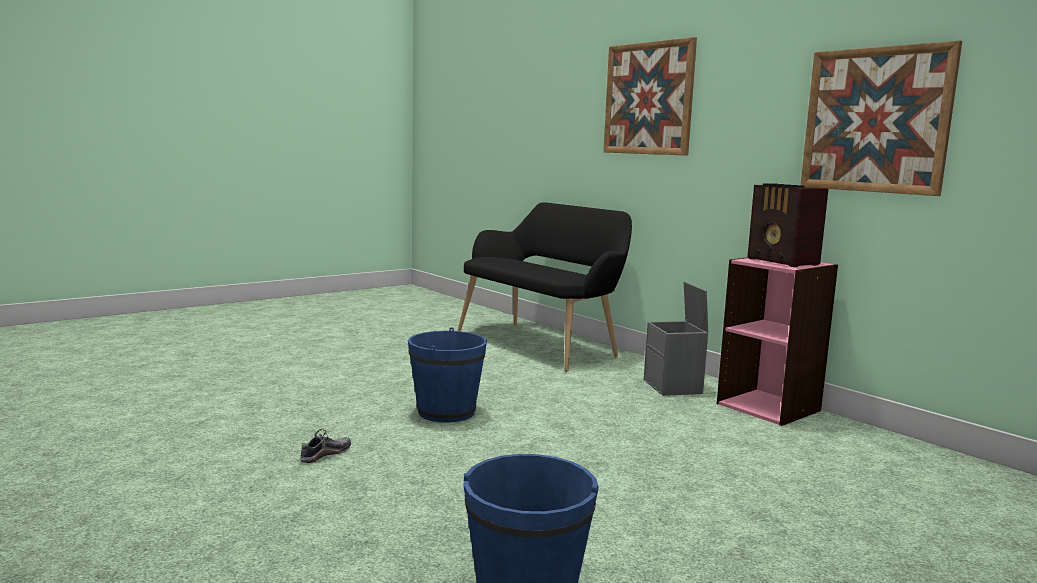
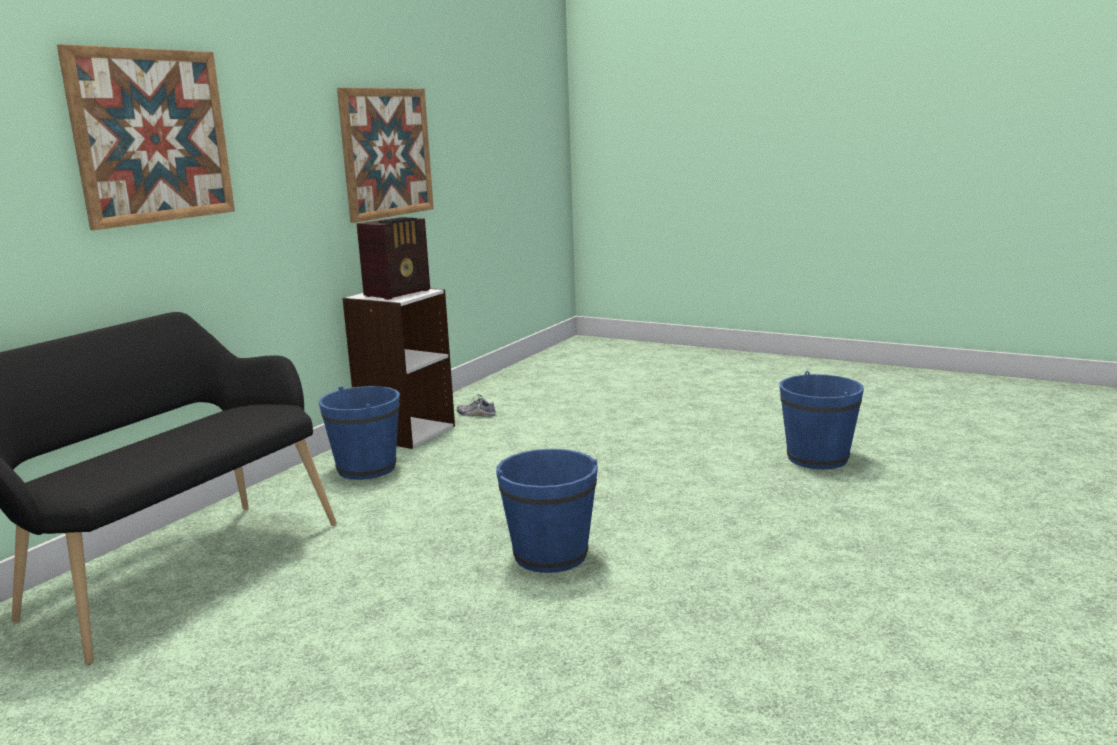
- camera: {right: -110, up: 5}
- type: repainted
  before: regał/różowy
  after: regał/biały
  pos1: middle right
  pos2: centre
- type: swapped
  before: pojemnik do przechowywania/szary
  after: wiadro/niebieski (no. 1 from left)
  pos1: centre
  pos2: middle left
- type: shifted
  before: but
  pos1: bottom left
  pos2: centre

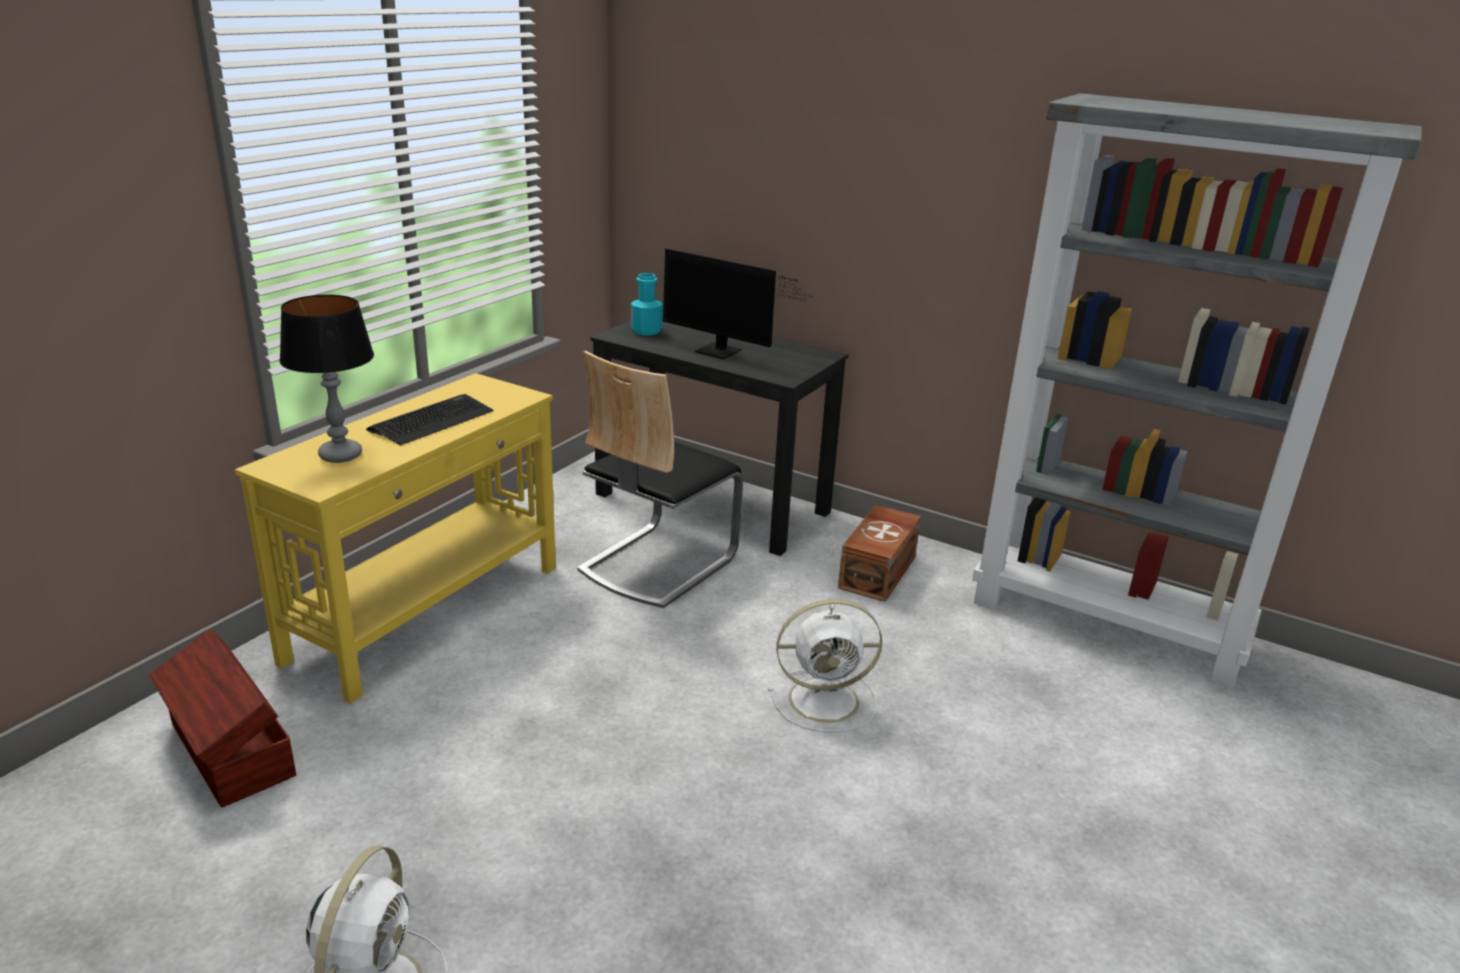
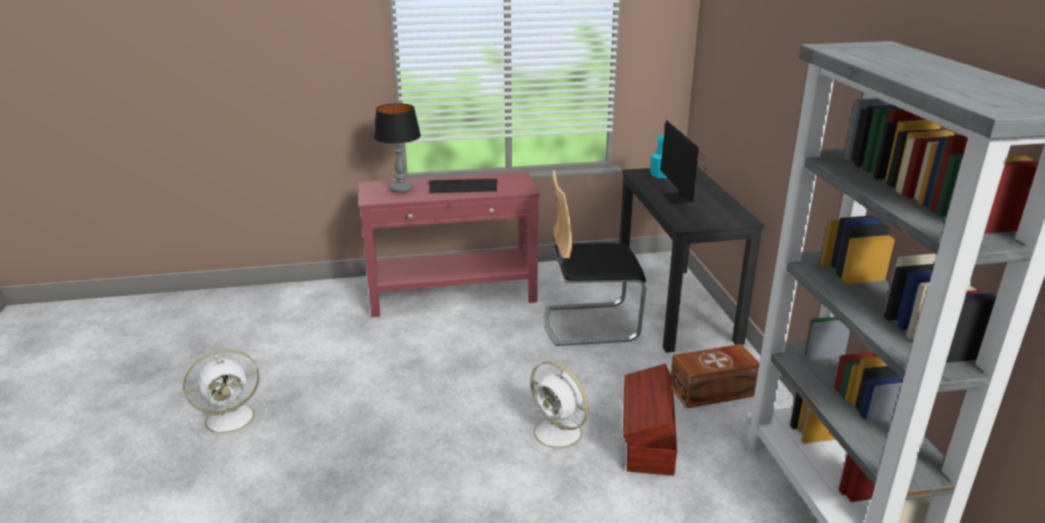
- camera: {right: 50, up: 0}
- type: repainted
  before: stolik konsolowy/żółty
  after: stolik konsolowy/czerwony
  pos1: middle left
  pos2: centre
- type: shifted
  before: pojemnik do przechowywania/brązowy (no. 1 from left)
  pos1: bottom left
  pos2: bottom centre

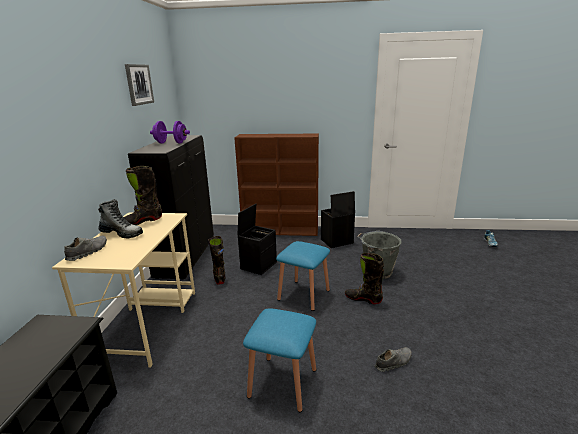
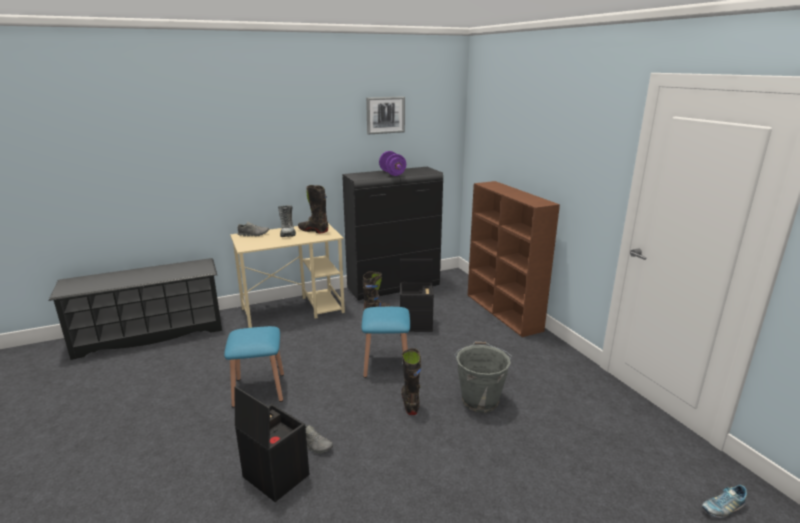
- camera: {right: 60, up: 0}
- type: shifted
  before: pojemnik do przechowywania/czarny (no. 2 from left in the first image)
  after: pojemnik do przechowywania/czarny (no. 1 from left)
  pos1: centre
  pos2: bottom centre

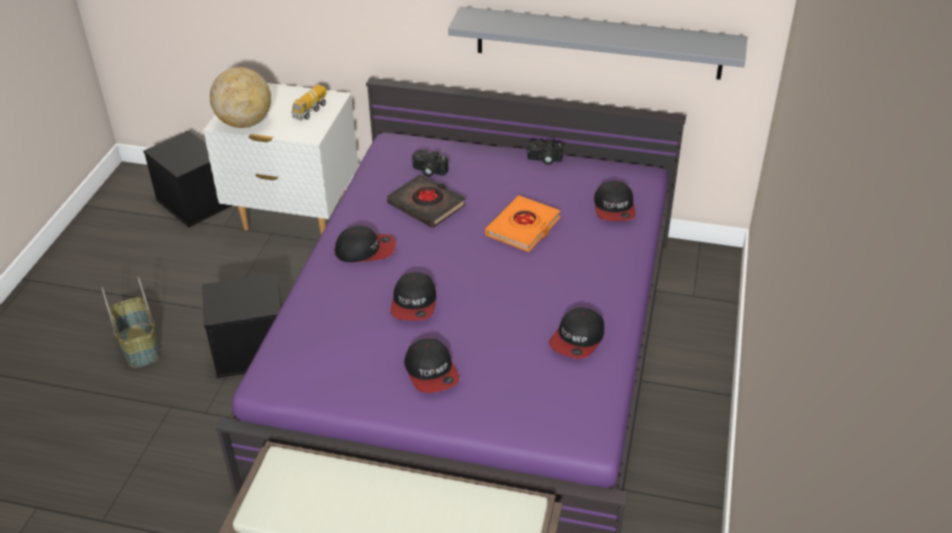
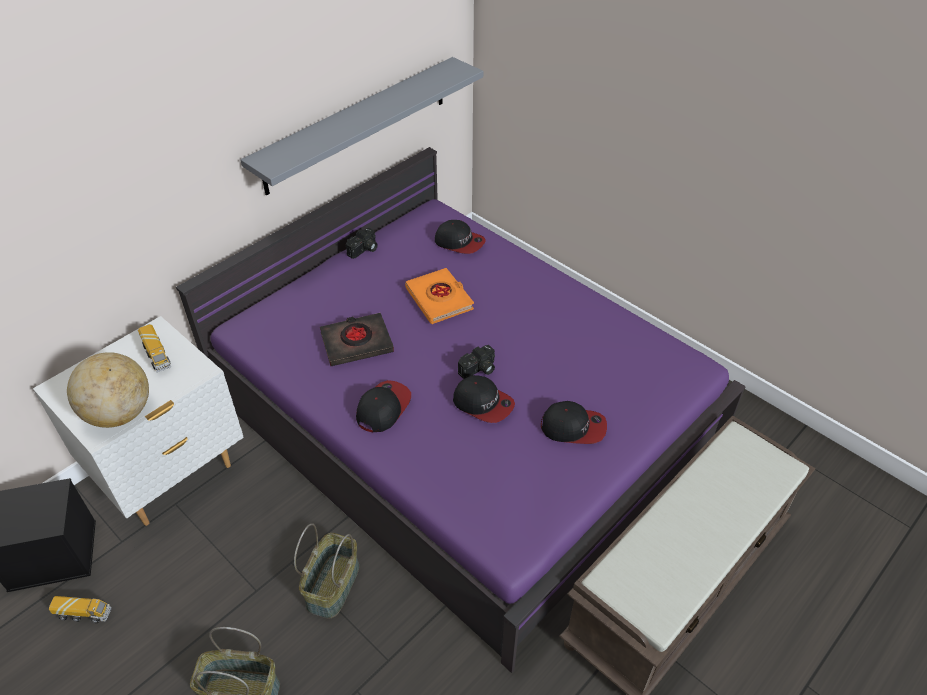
- camera: {right: -60, up: 5}
- type: shifted
  before: aparat fotograficzny (no. 1 from left in the first image)
  after: aparat fotograficzny (no. 2 from left)
  pos1: top centre
  pos2: centre
- type: swapped
  before: pojemnik do przechowywania/czarny (no. 2 from left)
  after: koszyk (no. 2 from left)
  pos1: middle left
  pos2: bottom centre
- type: gone
  before: czapka z daszkiem (no. 4 from left)
  pos1: centre
- type: new
  after: ciężarówka zabawkowa (no. 1 from left)
  pos2: bottom left

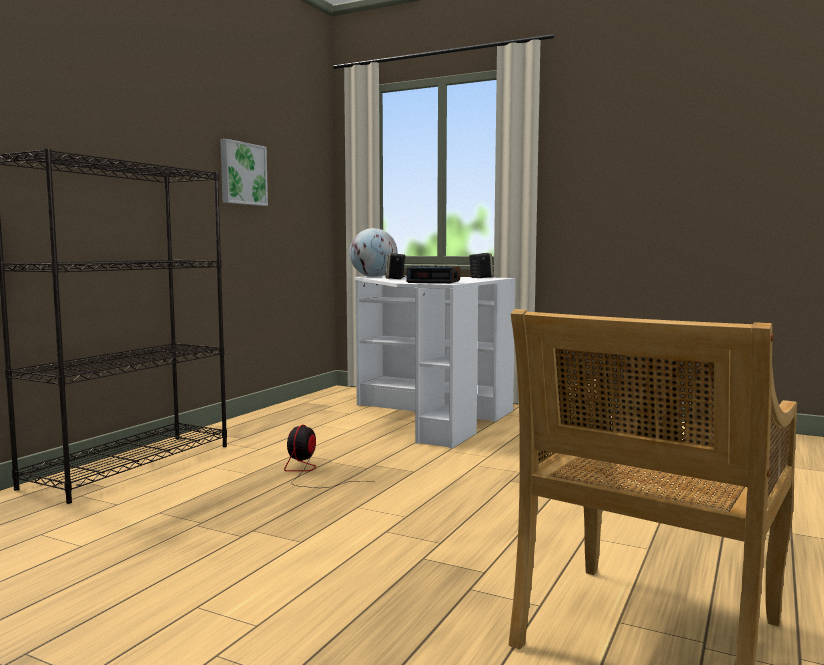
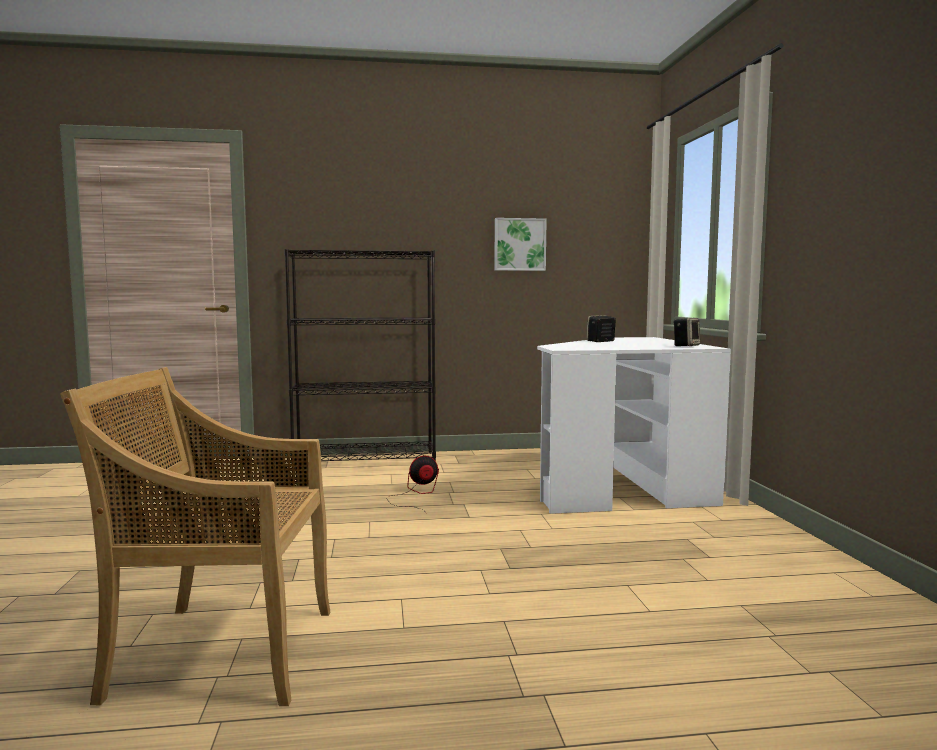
- camera: {right: 55, up: 0}
- type: gone
  before: globus
  pos1: centre
- type: gone
  before: budzik
  pos1: centre

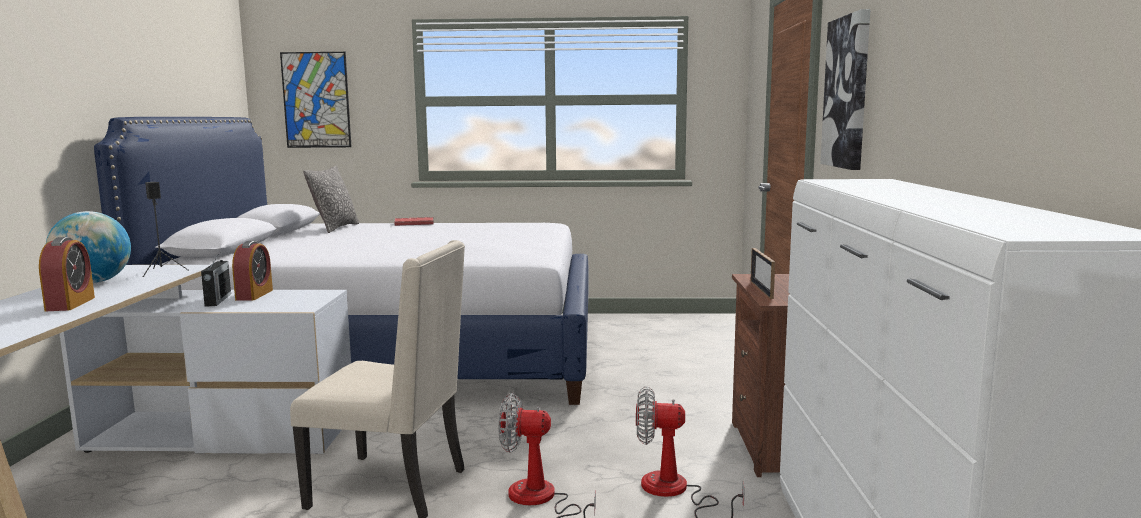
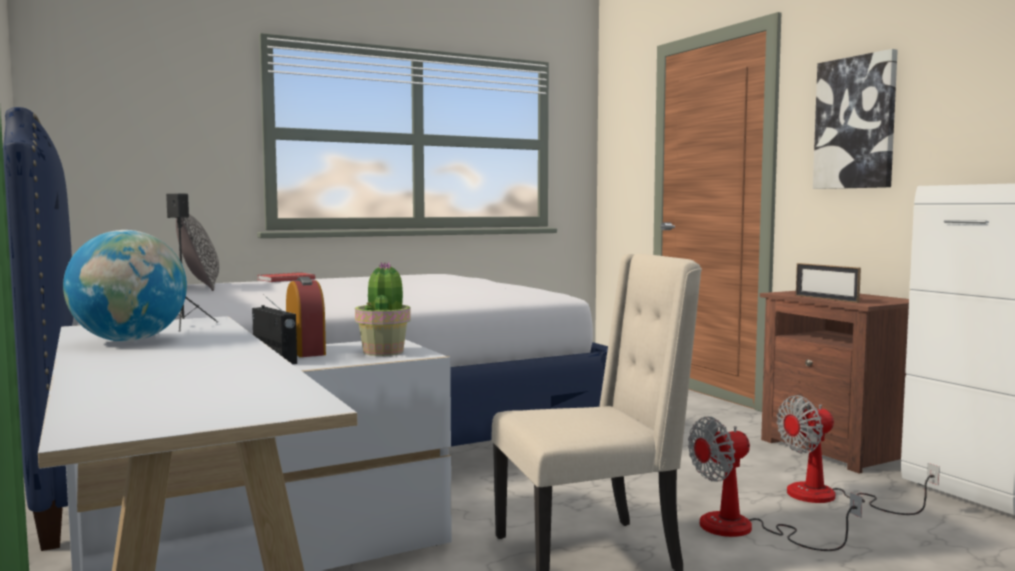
- camera: {right: -30, up: -5}
- type: gone
  before: obraz (no. 1 from left)
  pos1: top left
- type: gone
  before: budzik (no. 1 from left)
  pos1: middle left
- type: new
  after: roślina doniczkowa
  pos2: centre

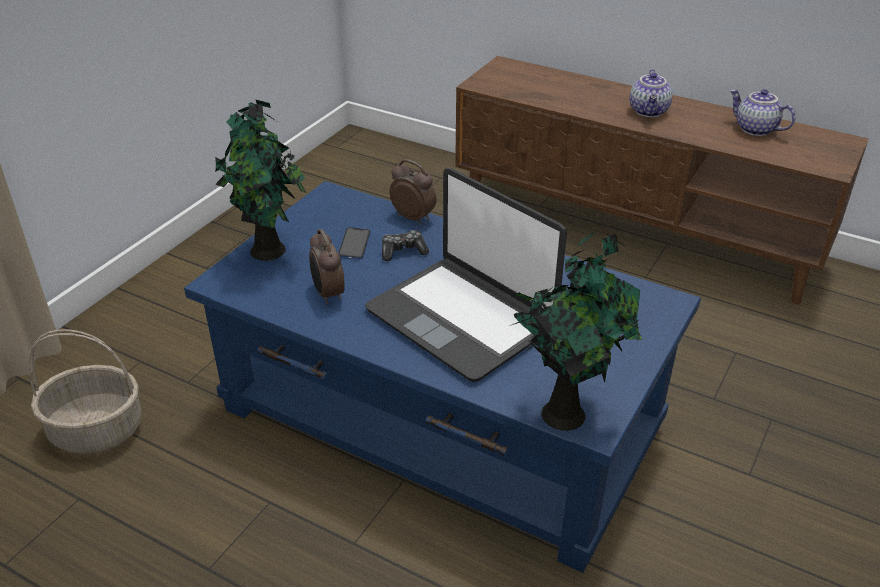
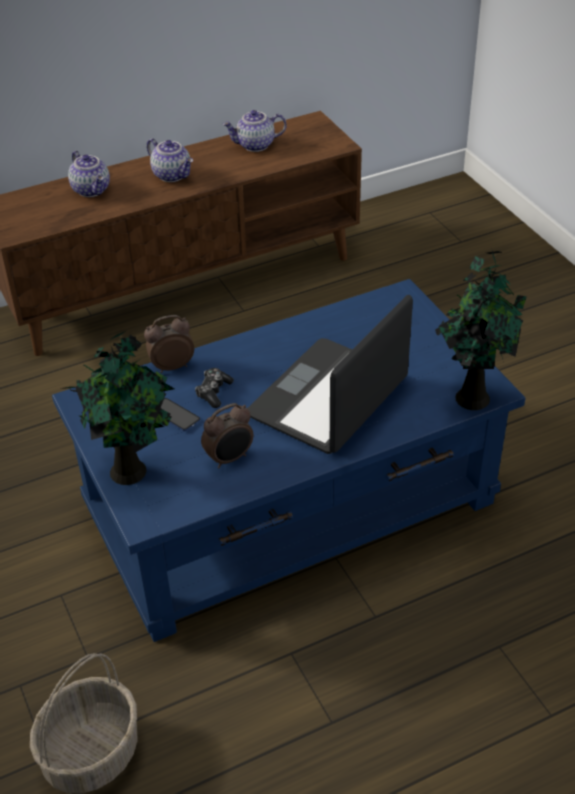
- camera: {right: -55, up: 5}
- type: rotated
  before: laptop
  pos1: centre
  pos2: centre
  turn: 135
- type: rotated
  before: budzik (no. 1 from left in the first image)
  pos1: centre
  pos2: centre
  turn: -45
- type: new
  after: imbryk (no. 1 from left)
  pos2: top left

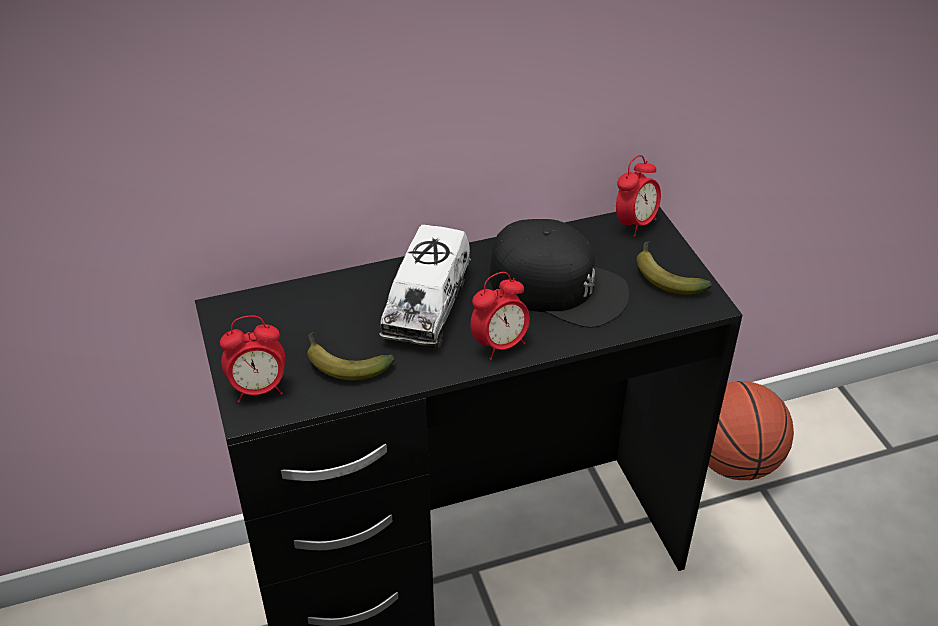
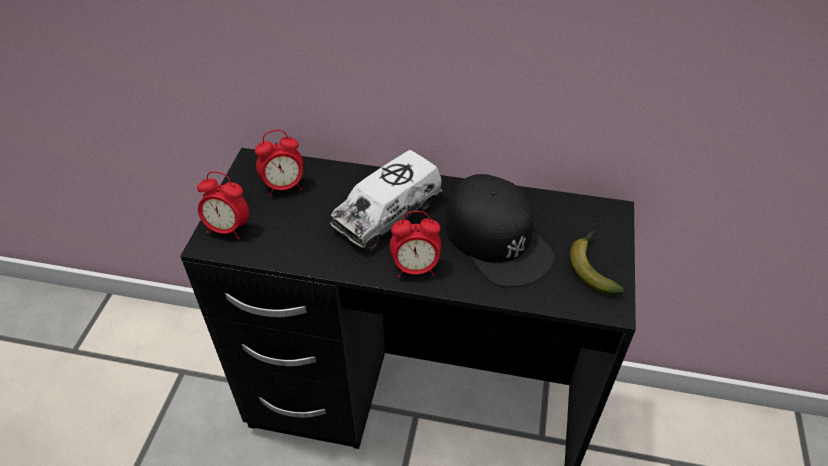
- camera: {right: 30, up: 5}
- type: shifted
  before: budzik (no. 3 from left in the first image)
  after: budzik (no. 2 from left)
  pos1: top right
  pos2: centre
- type: gone
  before: banan (no. 1 from left)
  pos1: centre
- type: gone
  before: piłka do koszykówki
  pos1: bottom right

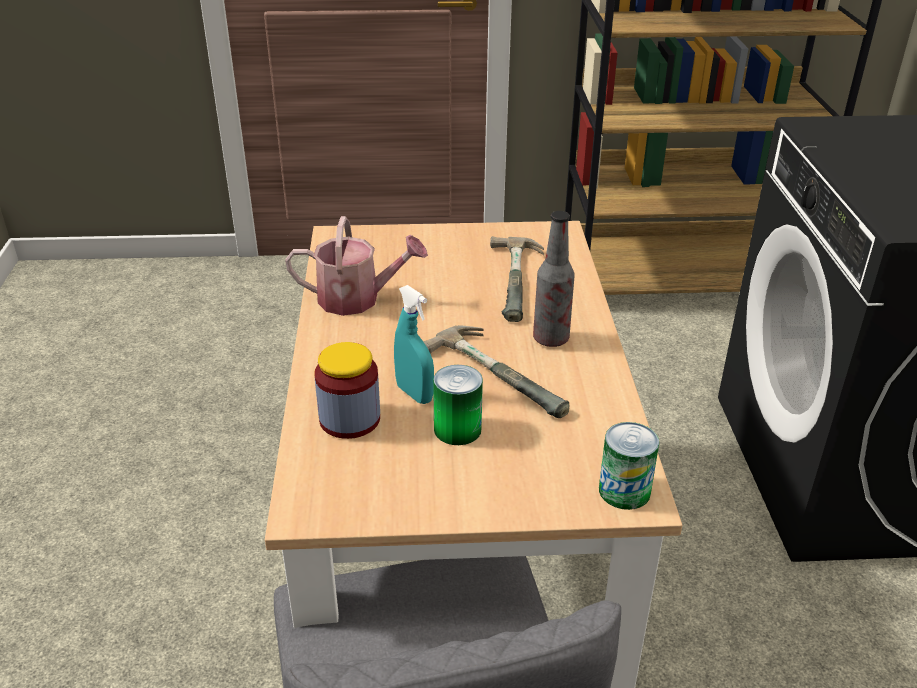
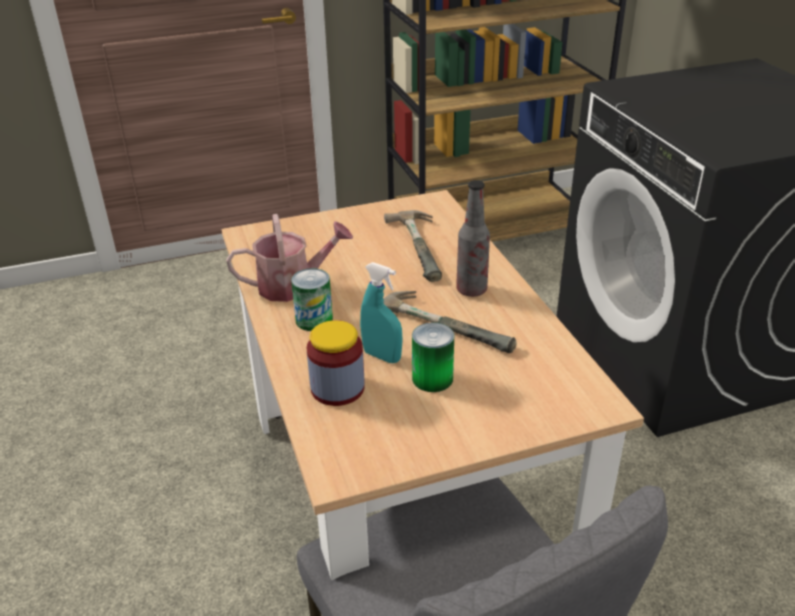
- camera: {right: -15, up: 0}
- type: shifted
  before: puszka (no. 2 from left in the first image)
  after: puszka (no. 1 from left)
  pos1: bottom right
  pos2: centre

